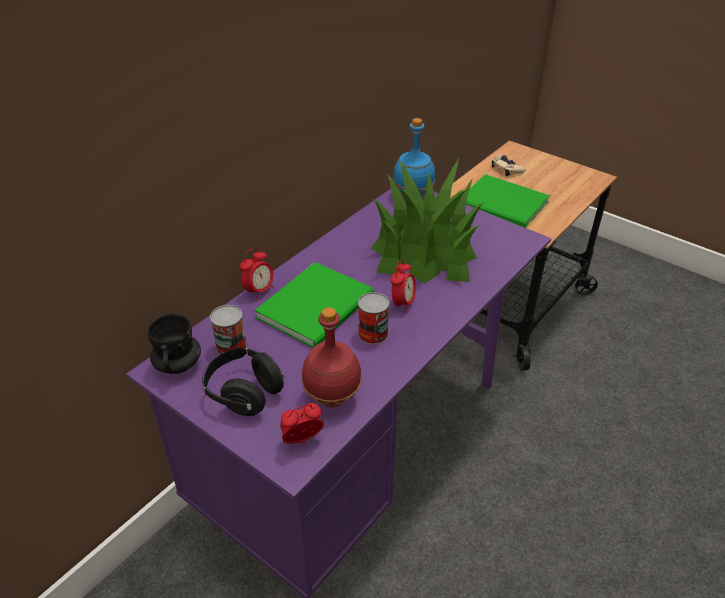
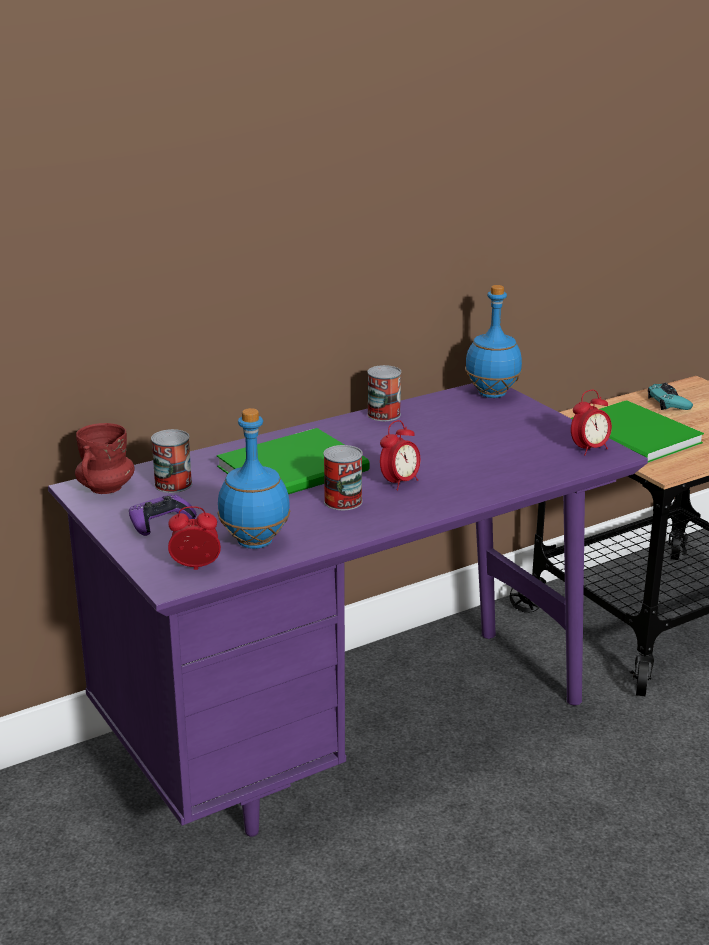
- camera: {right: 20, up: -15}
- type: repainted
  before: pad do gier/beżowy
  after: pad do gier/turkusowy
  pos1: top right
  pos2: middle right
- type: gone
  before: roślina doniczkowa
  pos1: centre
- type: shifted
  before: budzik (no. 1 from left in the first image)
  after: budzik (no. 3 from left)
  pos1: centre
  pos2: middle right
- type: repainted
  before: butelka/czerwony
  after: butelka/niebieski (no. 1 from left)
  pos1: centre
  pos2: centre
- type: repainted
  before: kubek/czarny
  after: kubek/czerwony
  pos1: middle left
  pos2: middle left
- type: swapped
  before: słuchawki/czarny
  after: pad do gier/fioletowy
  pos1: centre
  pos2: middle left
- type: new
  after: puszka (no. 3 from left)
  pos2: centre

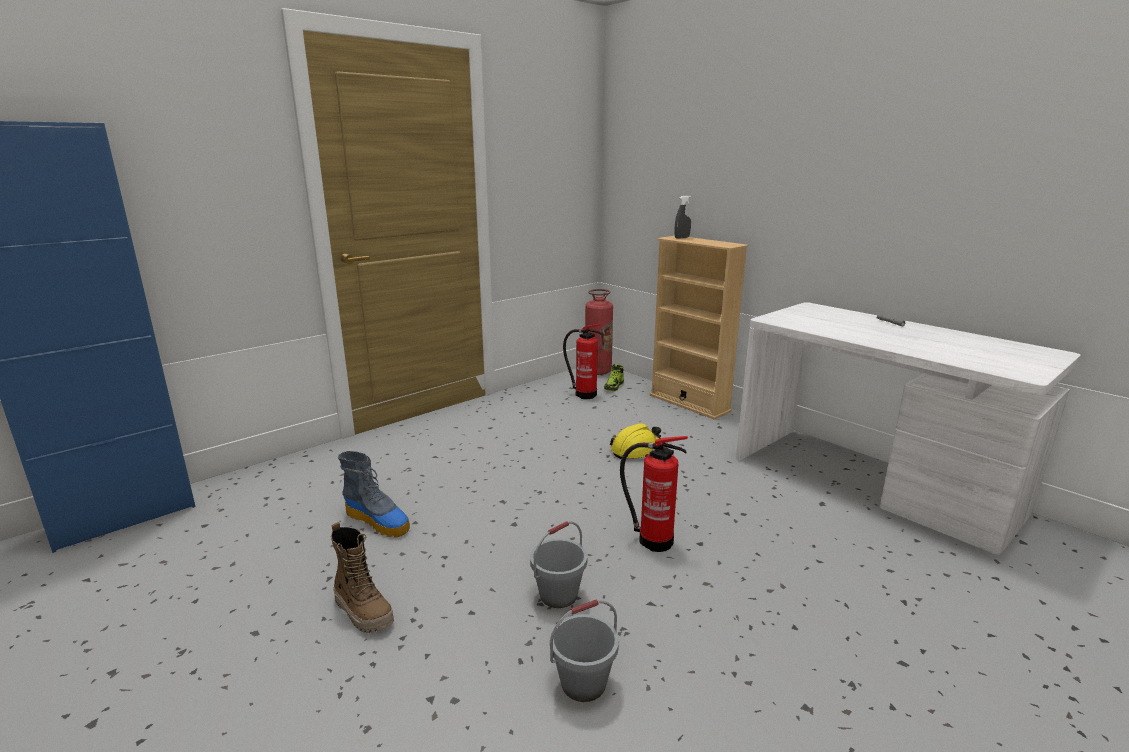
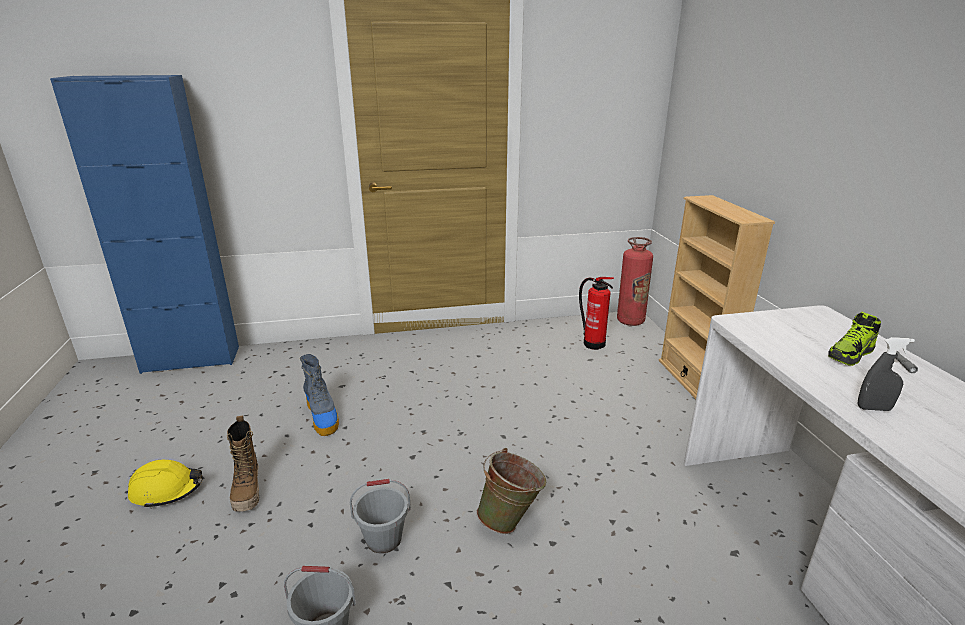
- camera: {right: 30, up: 5}
- type: shifted
  before: spryskiwacz/szary
  pos1: top centre
  pos2: middle right
- type: shifted
  before: but
  pos1: centre
  pos2: middle right
- type: shifted
  before: kask/żółty
  pos1: centre
  pos2: bottom left
- type: swapped
  before: gaśnica (no. 3 from left)
  after: wiadro/zielony
  pos1: centre
  pos2: bottom centre

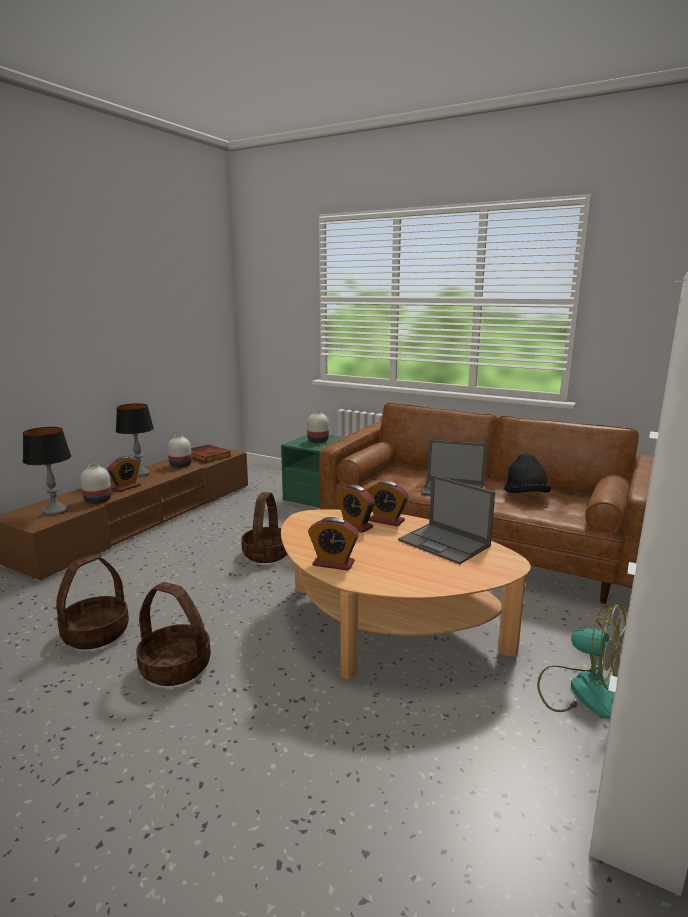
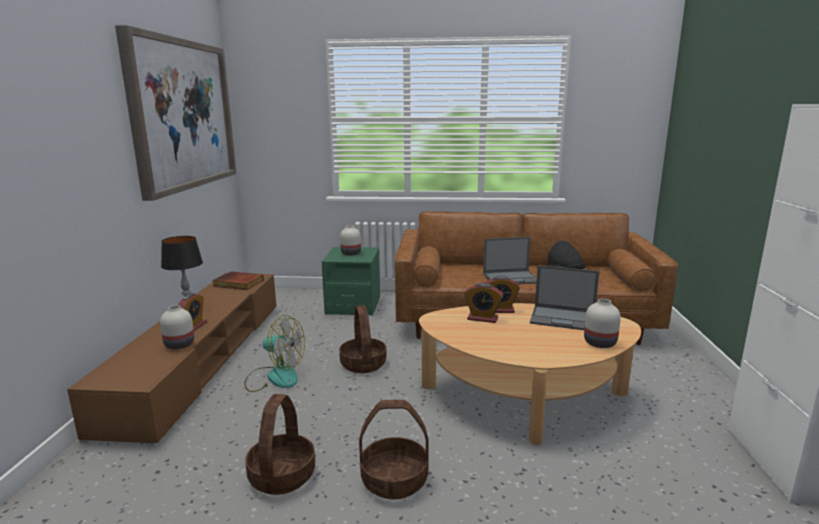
- camera: {right: -25, up: 0}
- type: gone
  before: lampa stołowa (no. 1 from left)
  pos1: middle left
- type: shifted
  before: wazon/biały (no. 2 from left in the first image)
  after: wazon/biały (no. 3 from left)
  pos1: middle left
  pos2: middle right
- type: gone
  before: budzik (no. 2 from left)
  pos1: centre
- type: shifted
  before: wentylator
  pos1: bottom right
  pos2: bottom centre
- type: new
  after: obraz
  pos2: top left

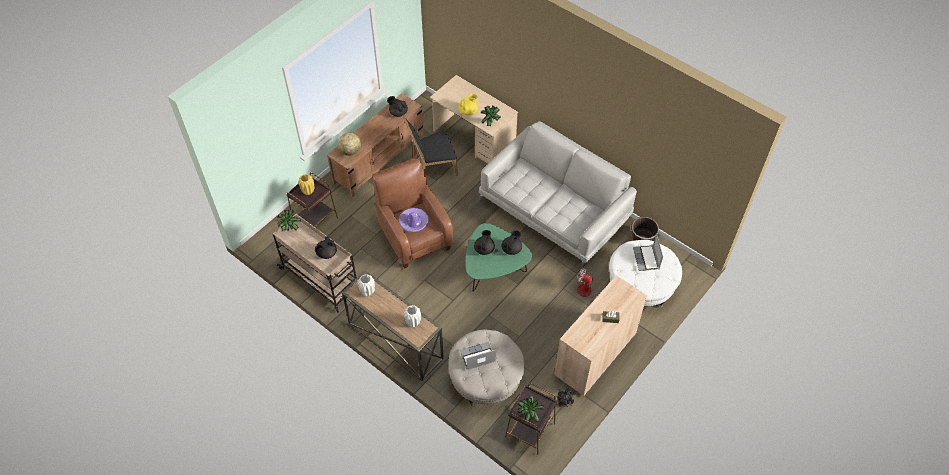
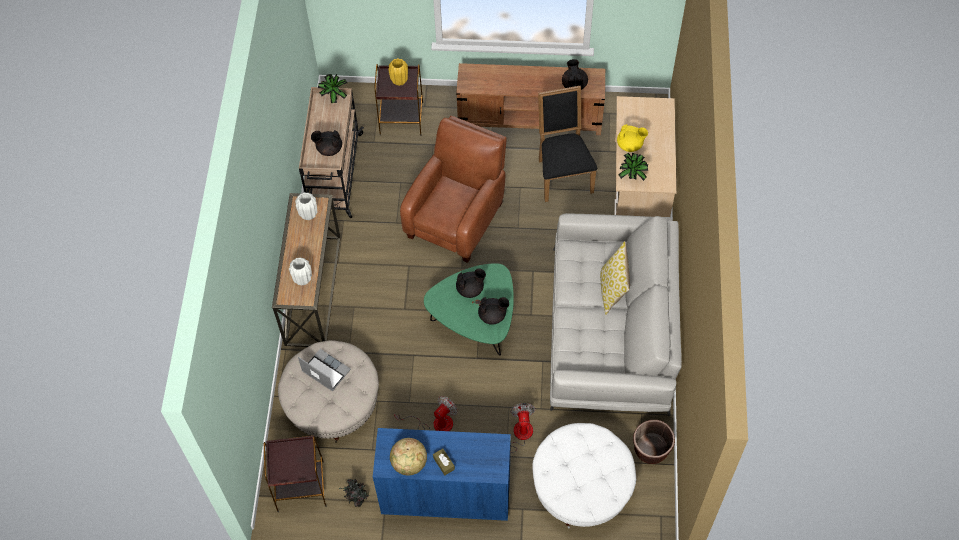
- camera: {right: 55, up: 5}
- type: rotated
  before: krzesło/czarny
  pos1: top centre
  pos2: top centre
  turn: 45
- type: shifted
  before: globus
  pos1: top centre
  pos2: bottom centre
- type: gone
  before: kapelusz/fioletowy
  pos1: centre
- type: gone
  before: laptop (no. 2 from left)
  pos1: middle right
- type: repainted
  before: szafka/beżowy
  after: szafka/niebieski
  pos1: bottom centre
  pos2: bottom centre
- type: gone
  before: roślina doniczkowa (no. 3 from left)
  pos1: bottom centre
- type: new
  after: poduszka
  pos2: centre
- type: new
  after: wentylator (no. 1 from left)
  pos2: bottom centre

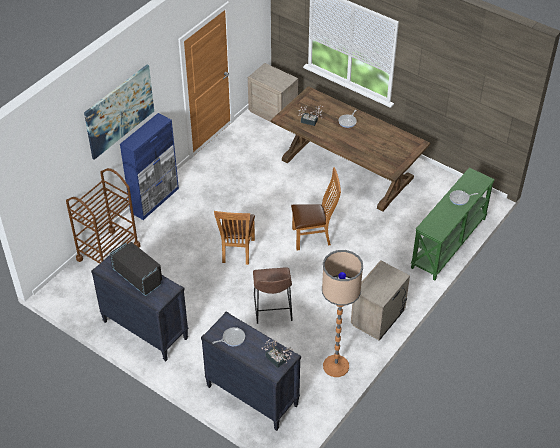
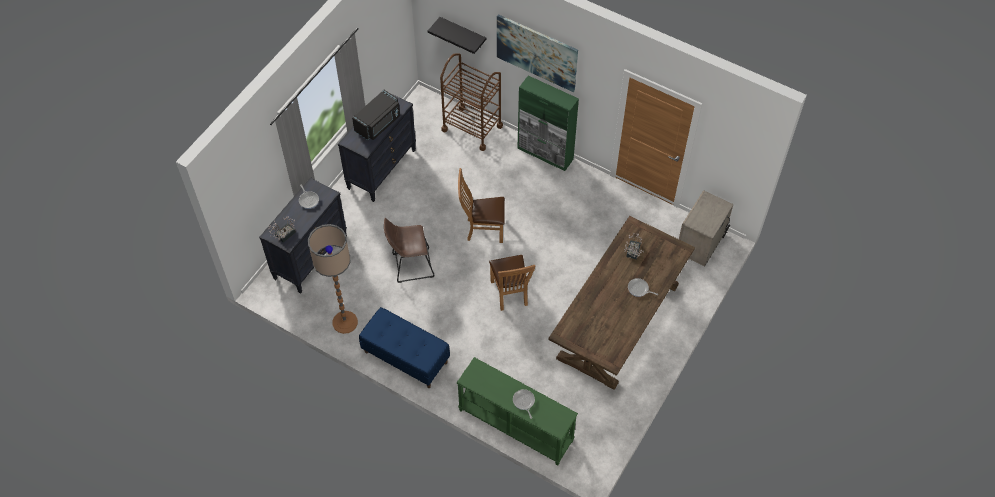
- camera: {right: 85, up: 10}
- type: repainted
  before: szafka/niebieski
  after: szafka/zielony
  pos1: middle left
  pos2: top centre
- type: swapped
  before: szafka nocna/beżowy (no. 2 from left)
  after: ławka/niebieski
  pos1: bottom right
  pos2: bottom centre
- type: new
  after: półka/czarny
  pos2: top centre

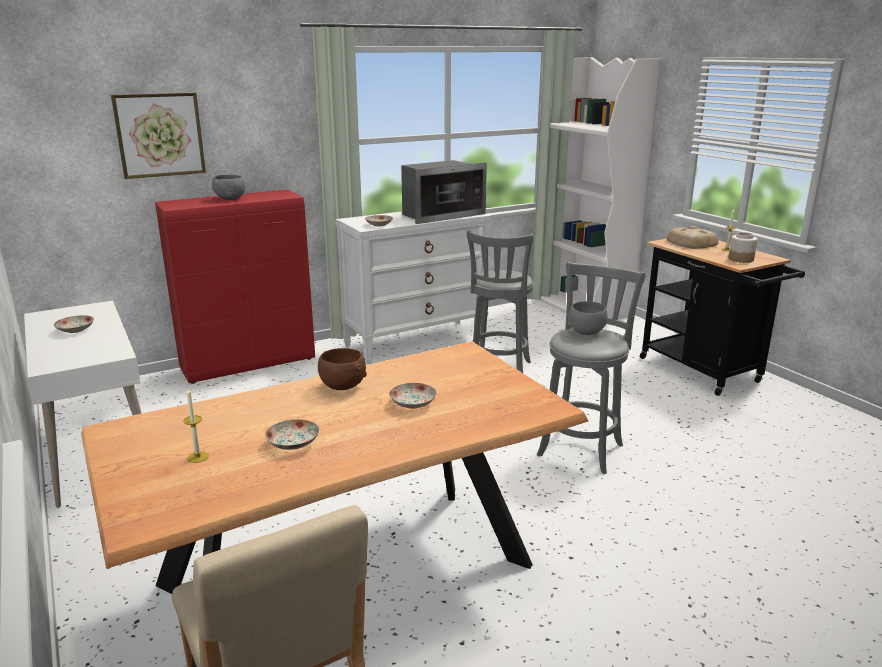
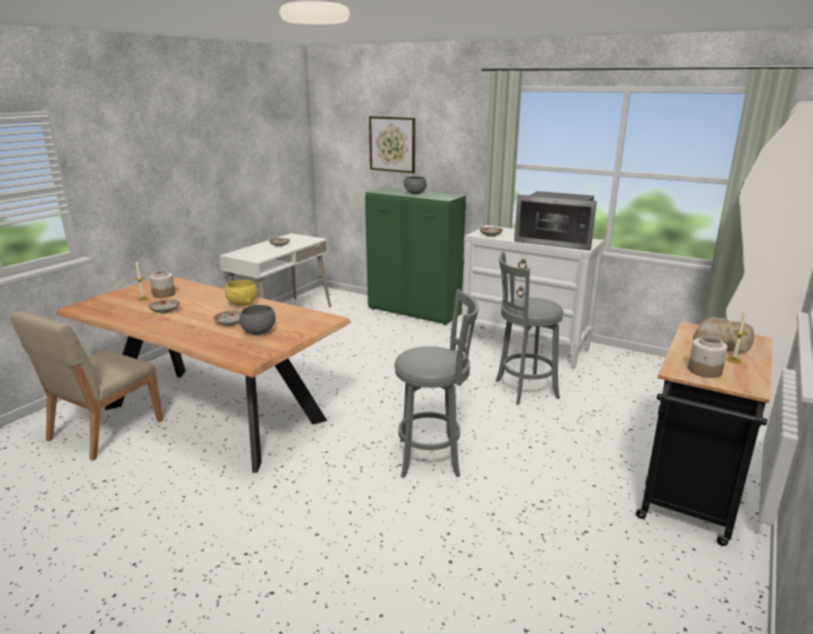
- camera: {right: 60, up: 0}
- type: repainted
  before: szafka/czerwony
  after: szafka/zielony
  pos1: middle left
  pos2: centre
- type: shifted
  before: miska/szary (no. 2 from left in the first image)
  after: miska/szary (no. 1 from left)
  pos1: middle right
  pos2: middle left
- type: repainted
  before: miska/brązowy
  after: miska/żółty
  pos1: centre
  pos2: middle left
- type: new
  after: słoik (no. 1 from left)
  pos2: middle left

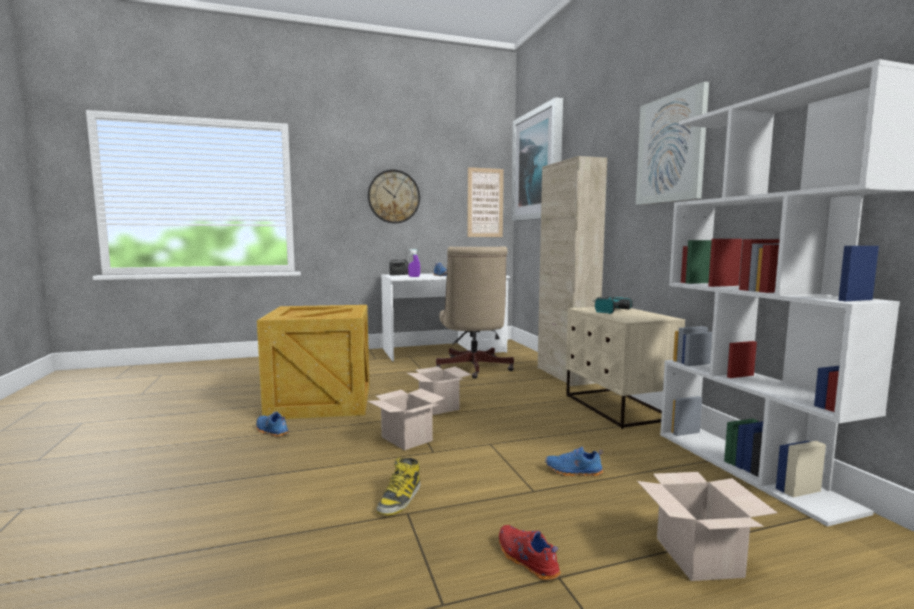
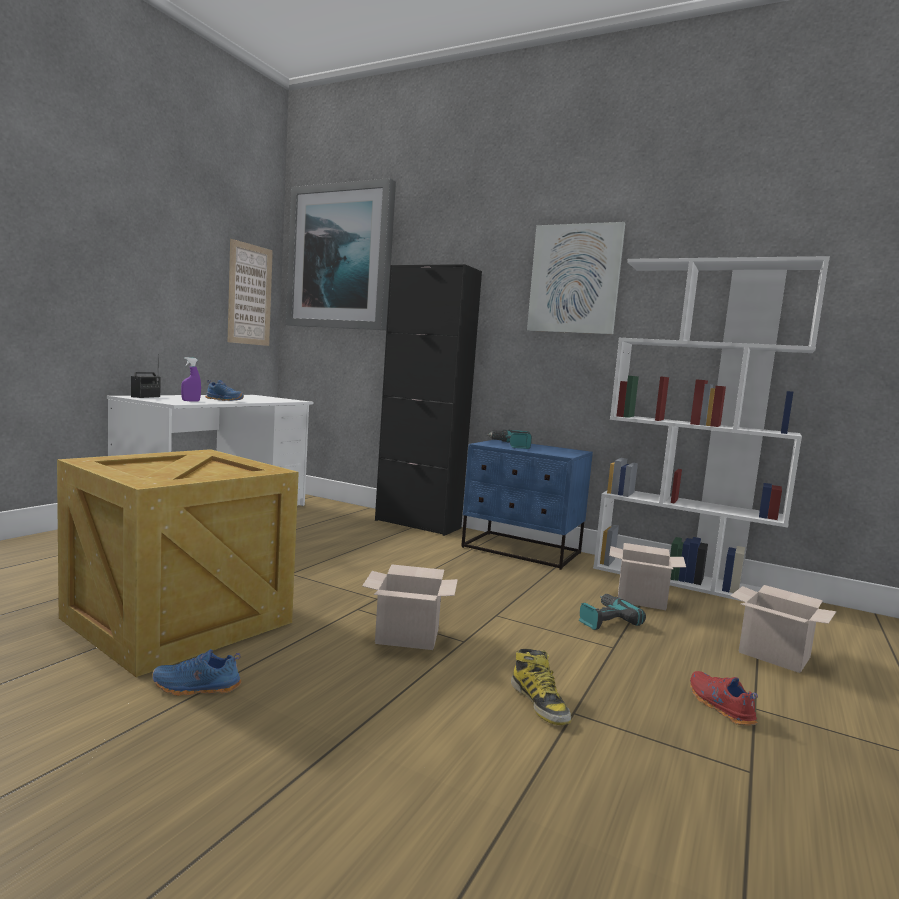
- camera: {right: -45, up: 0}
- type: repainted
  before: szafka/beżowy
  after: szafka/czarny
  pos1: centre
  pos2: centre
- type: gone
  before: zegar ścienny
  pos1: top centre
- type: gone
  before: krzesło biurowe/beżowy
  pos1: centre
- type: repainted
  before: szafka nocna/beżowy
  after: szafka nocna/niebieski
  pos1: middle right
  pos2: centre
- type: shifted
  before: karton (no. 2 from left)
  pos1: centre
  pos2: middle right
- type: swapped
  before: but/niebieski (no. 3 from left)
  after: wiertarka (no. 2 from left)
  pos1: bottom centre
  pos2: bottom right
- type: rotated
  before: but/czerwony
  pos1: bottom centre
  pos2: bottom right
  turn: 60

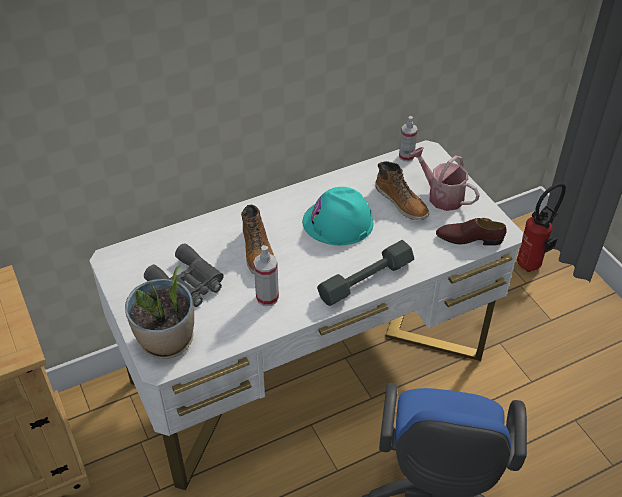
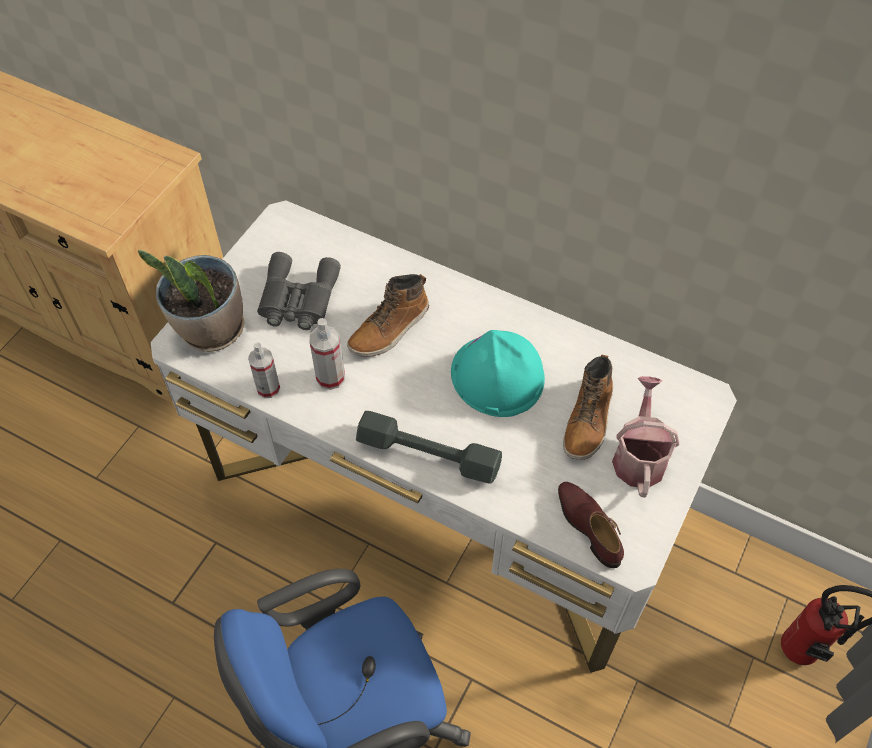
- camera: {right: 55, up: 10}
- type: shifted
  before: spryskiwacz (no. 2 from left in the first image)
  after: spryskiwacz (no. 1 from left)
  pos1: top centre
  pos2: middle left

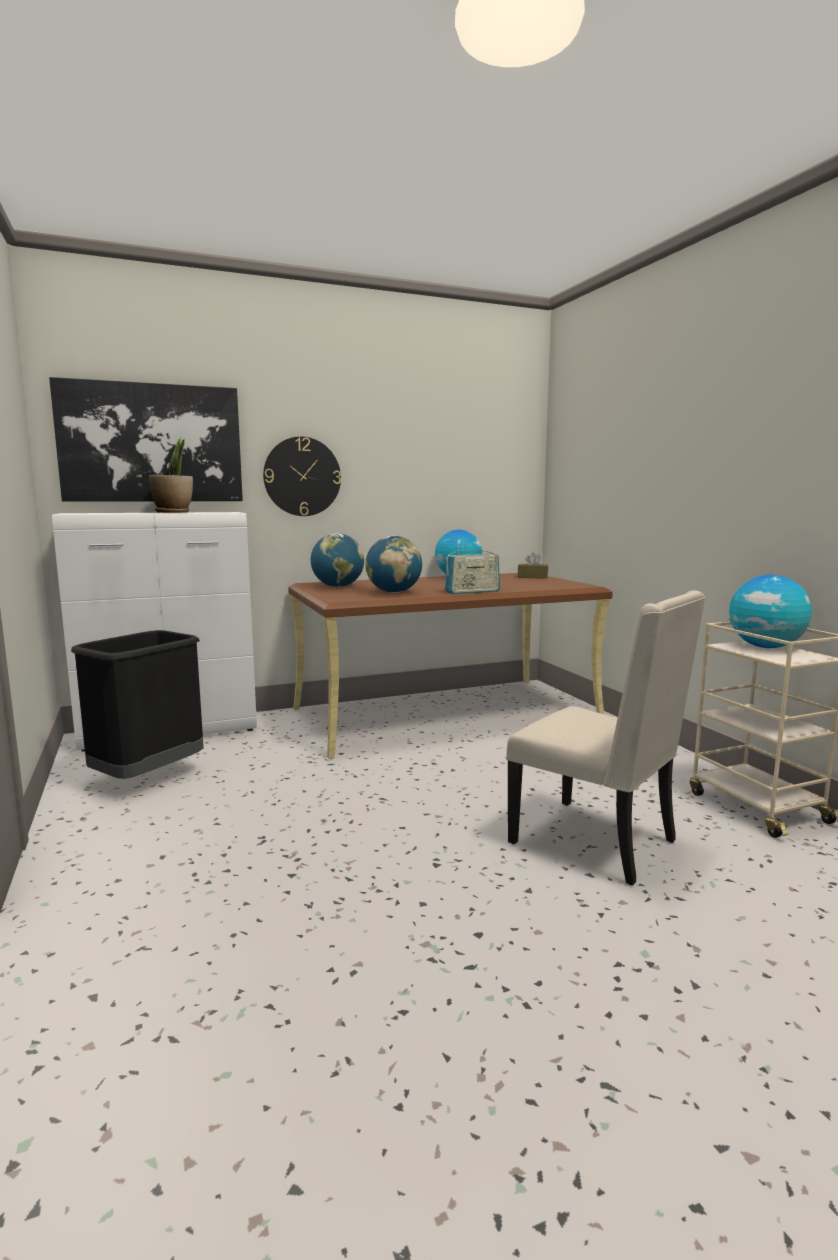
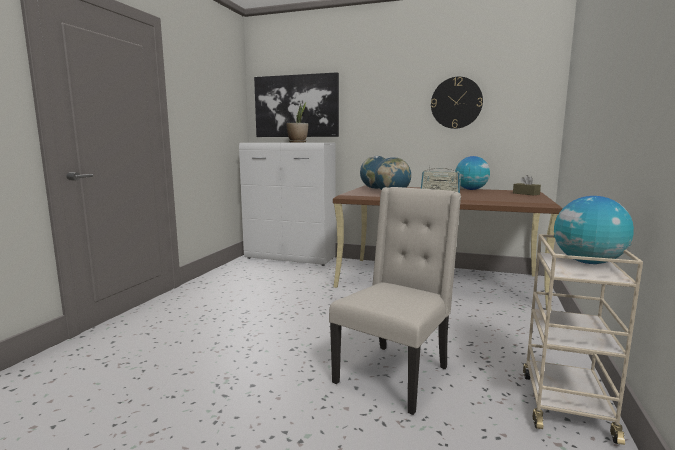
- camera: {right: 40, up: 0}
- type: shifted
  before: zegar ścienny
  pos1: centre
  pos2: top right
- type: rotated
  before: krzesło/beżowy
  pos1: middle right
  pos2: bottom centre
  turn: -135
- type: gone
  before: kosz na śmieci/czarny
  pos1: middle left

